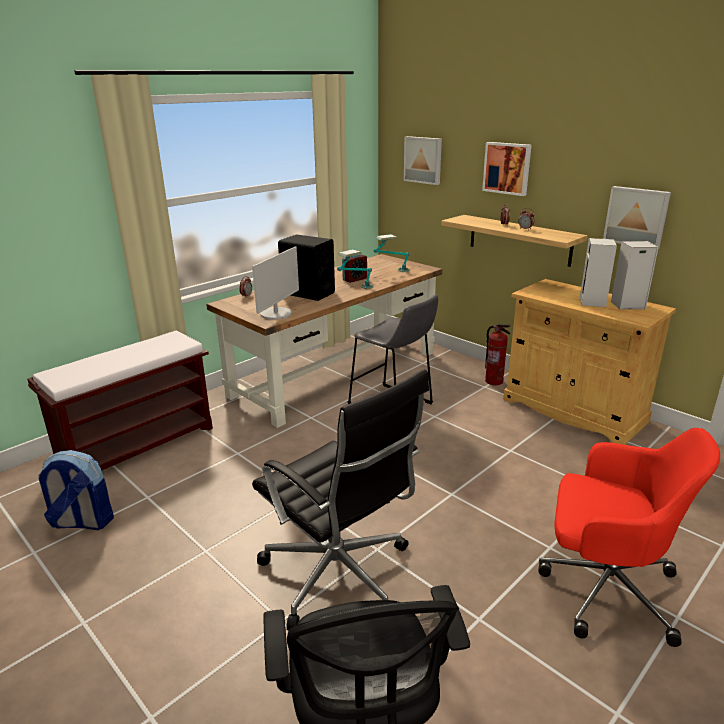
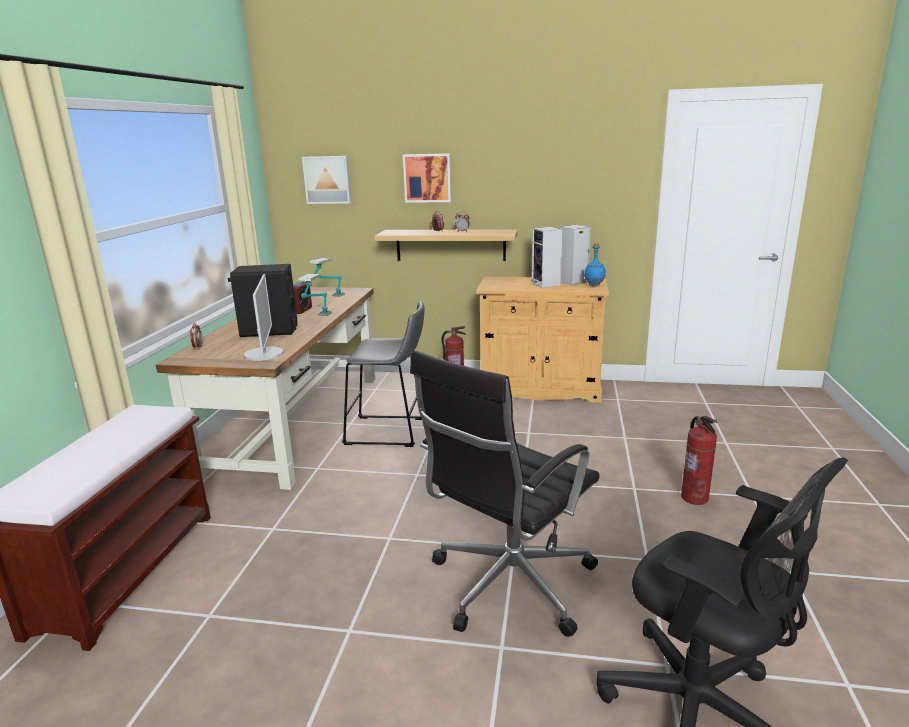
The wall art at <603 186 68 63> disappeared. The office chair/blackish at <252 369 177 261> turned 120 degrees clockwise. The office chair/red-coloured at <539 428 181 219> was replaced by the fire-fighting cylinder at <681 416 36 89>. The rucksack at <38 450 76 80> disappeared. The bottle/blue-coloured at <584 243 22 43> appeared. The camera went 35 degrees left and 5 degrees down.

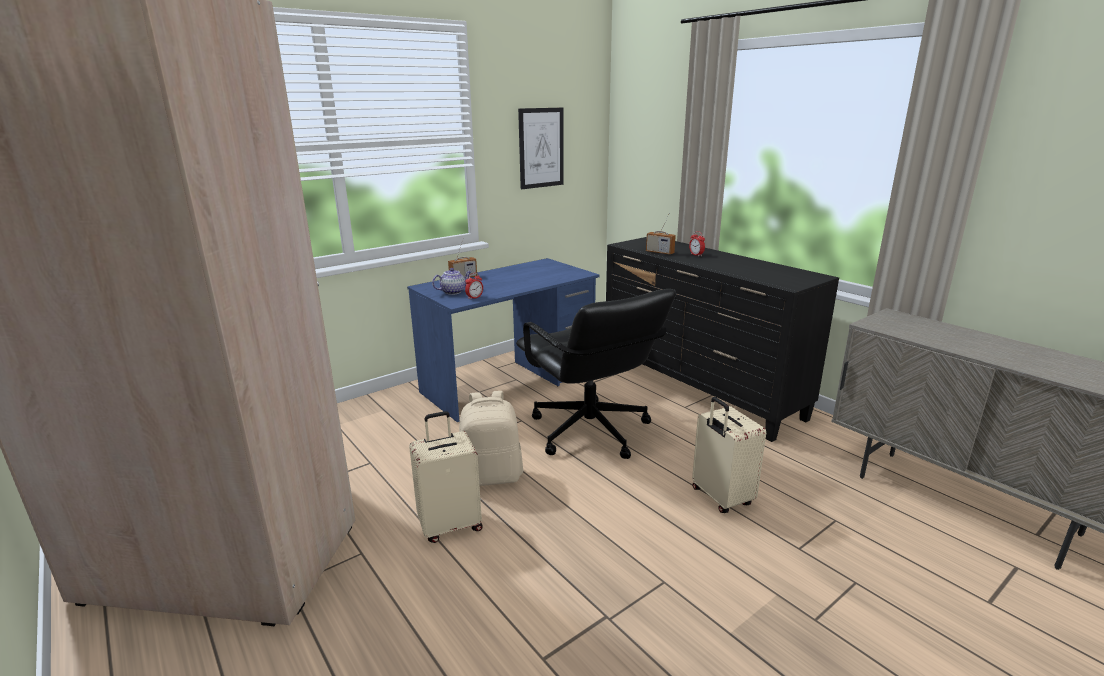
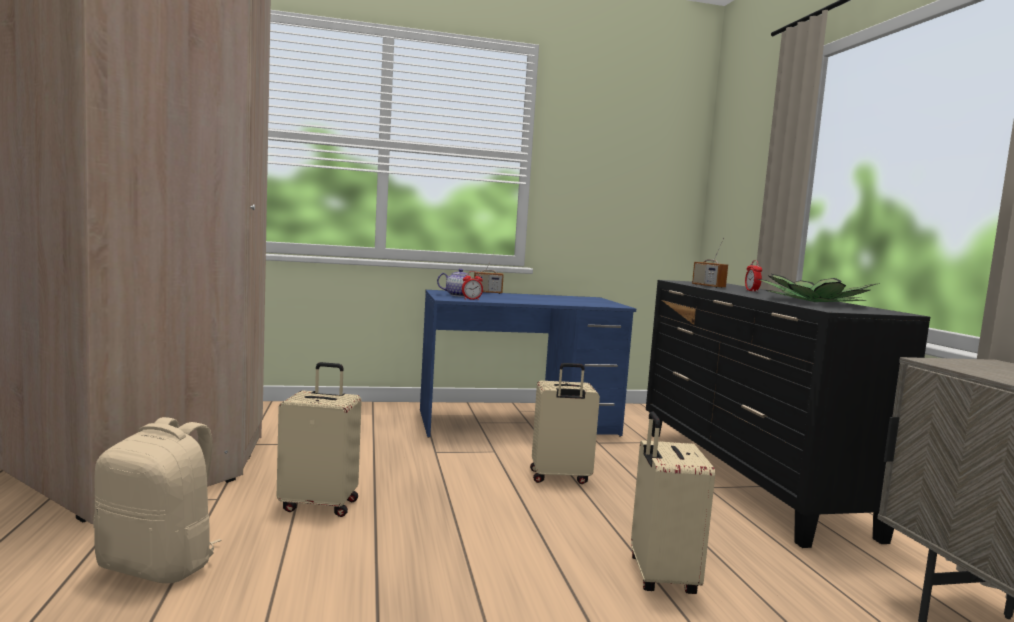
The wall art at <518 108 46 81> disappeared. The office chair/blackish at <516 289 160 170> was replaced by the travel case/sand-coloured at <530 363 70 121>. The rucksack/sand-coloured moved from <459 391 64 95> to <93 417 129 167>. The houseplant at <758 274 122 28> appeared. The camera went 25 degrees right and 15 degrees down.

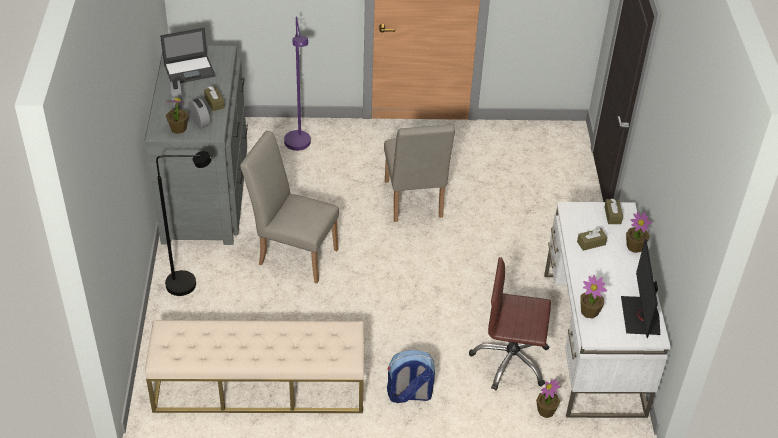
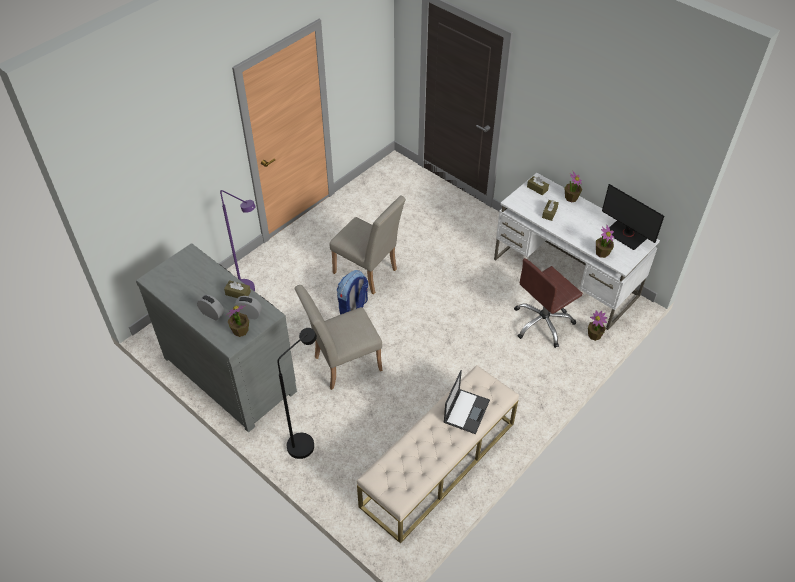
The portable computer moved from <160 27 56 56> to <443 370 47 64>. The rucksack moved from <387 350 48 53> to <337 270 31 45>. The camera went 45 degrees left and 5 degrees up.

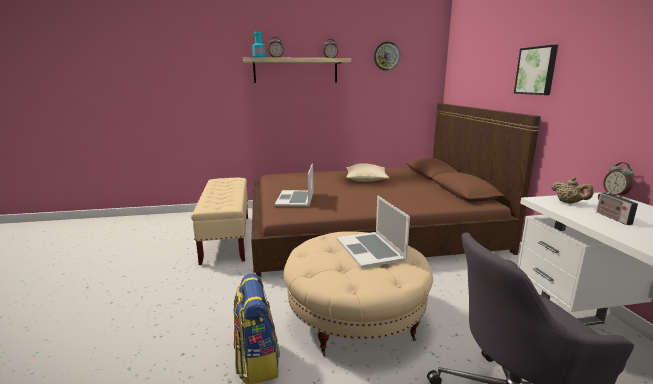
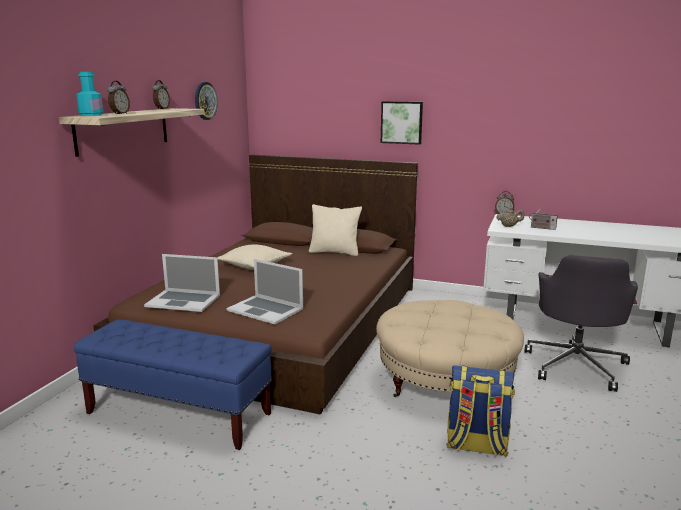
The long seat/sand-coloured at <191 178 57 87> became the long seat/blue-coloured at <74 319 198 131>. The portable computer moved from <337 195 73 73> to <144 254 76 58>. The cushion/sand-coloured at <309 204 53 52> appeared. The camera went 60 degrees left and 0 degrees up.

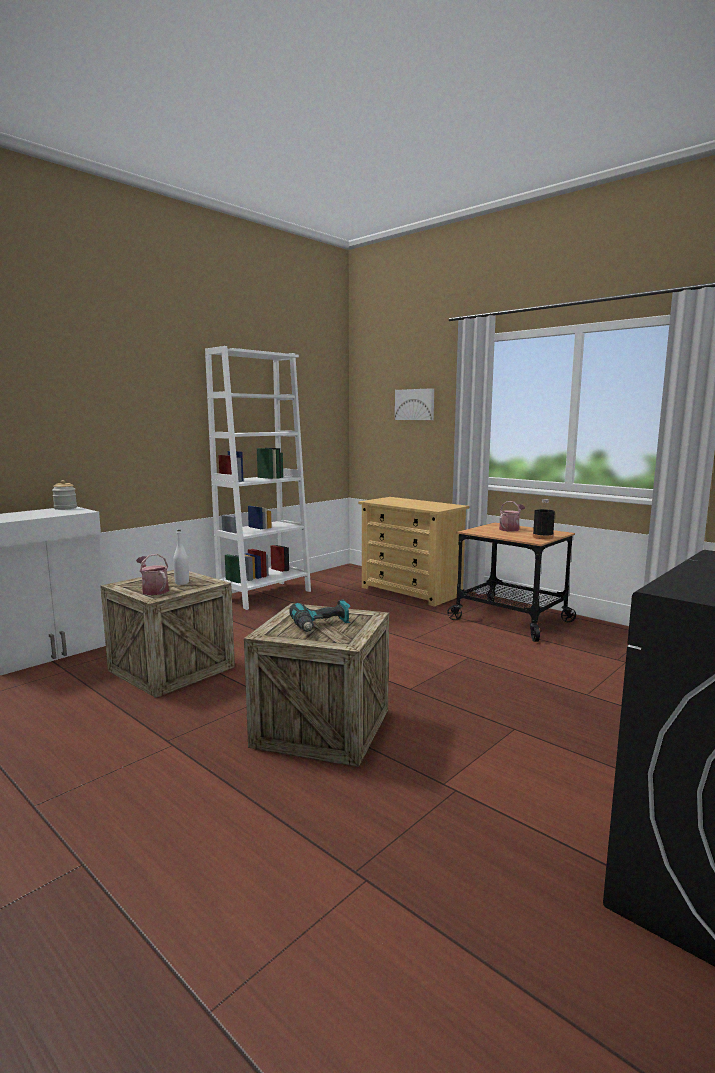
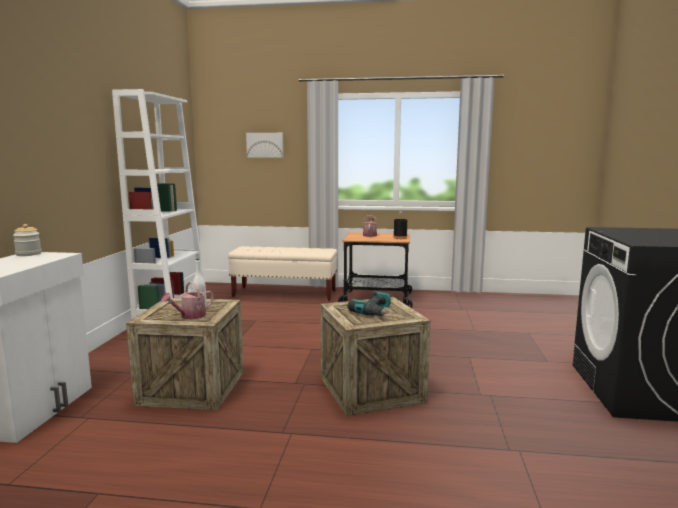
The chest of drawers/sand-coloured at <358 497 111 110> was replaced by the long seat/sand-coloured at <228 246 109 55>. The watering can at <136 554 33 41> turned 60 degrees counterclockwise. The camera went 35 degrees left and 0 degrees up.

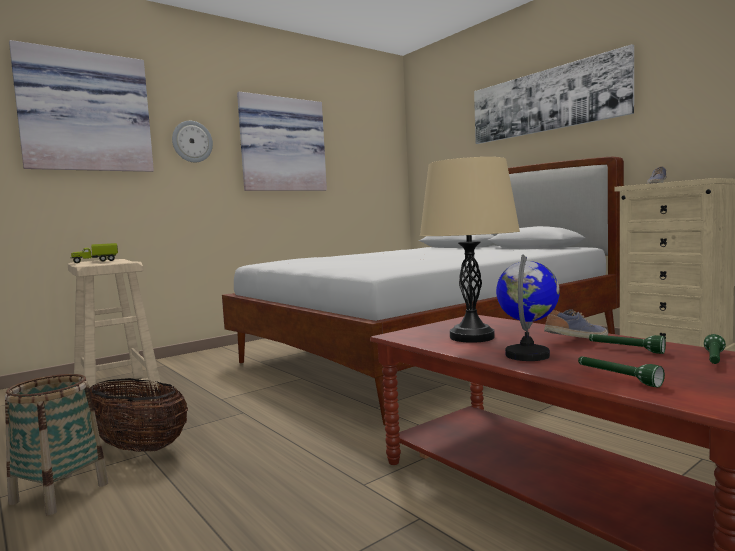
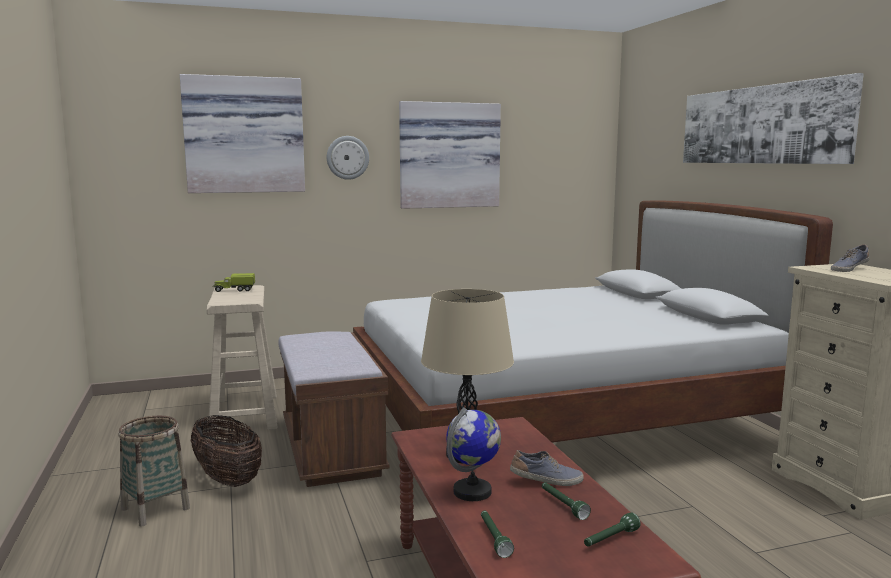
The long seat/brown-coloured at <278 331 112 156> appeared. The camera went 20 degrees right and 5 degrees up.

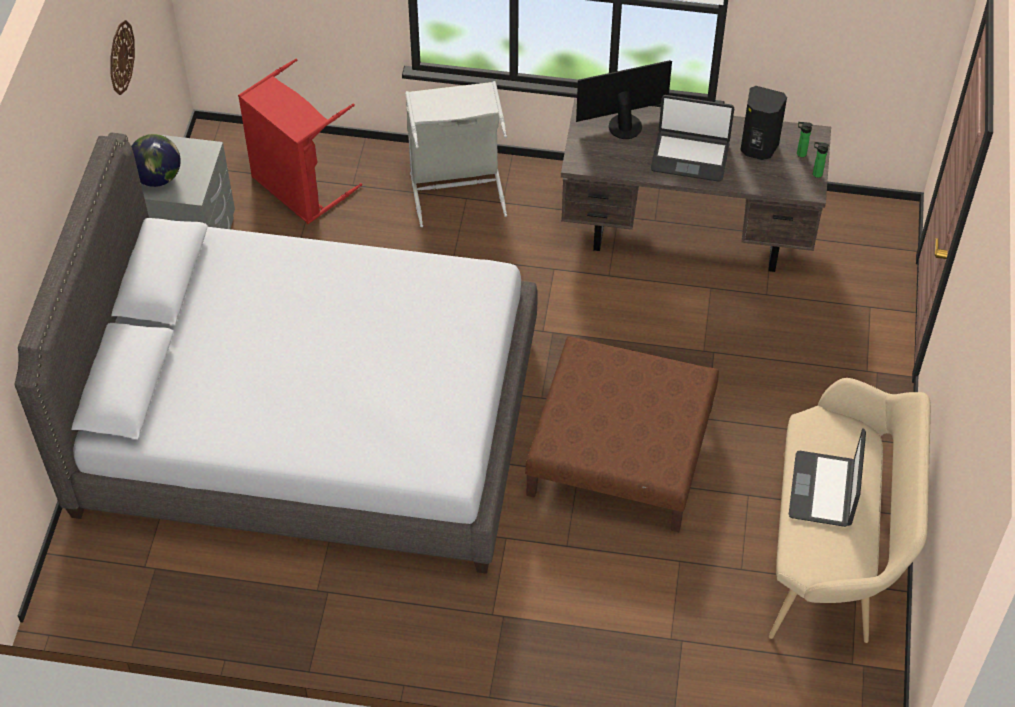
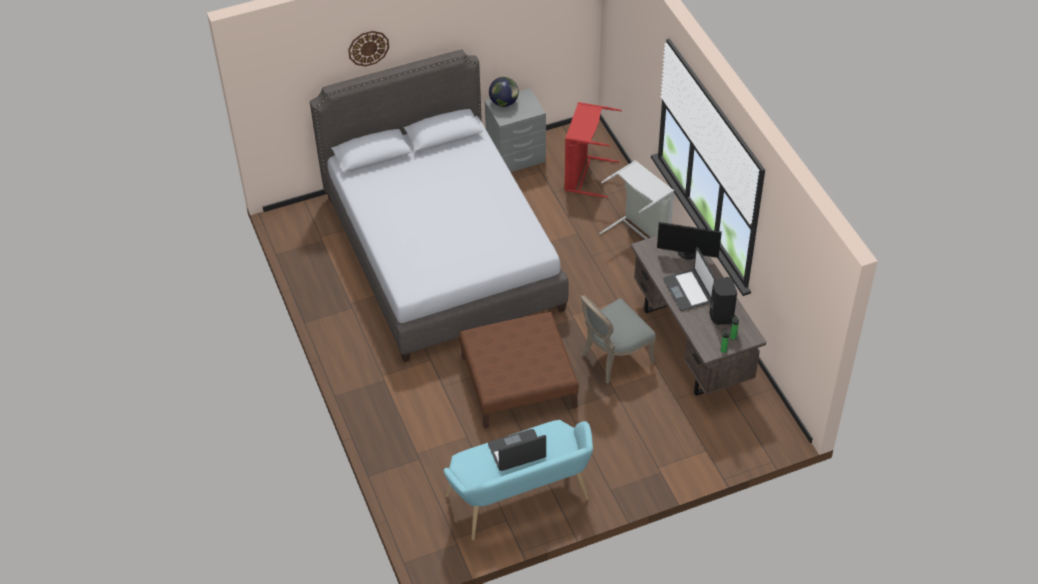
The hanging clock moved from <110 20 25 75> to <348 31 41 36>. The computer screen at <576 60 96 79> turned 150 degrees clockwise. The long seat/sand-coloured at <769 378 162 265> became the long seat/blue-green at <444 420 149 120>. The plain chair/grey at <580 294 76 90> appeared. The camera went 60 degrees right and 5 degrees down.

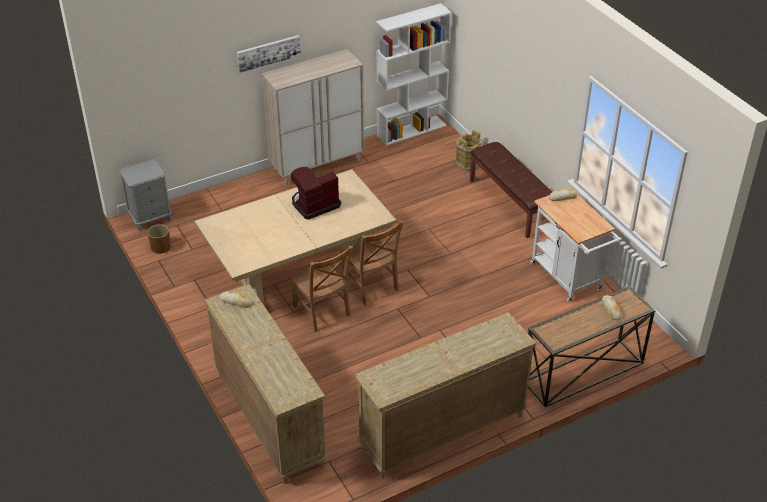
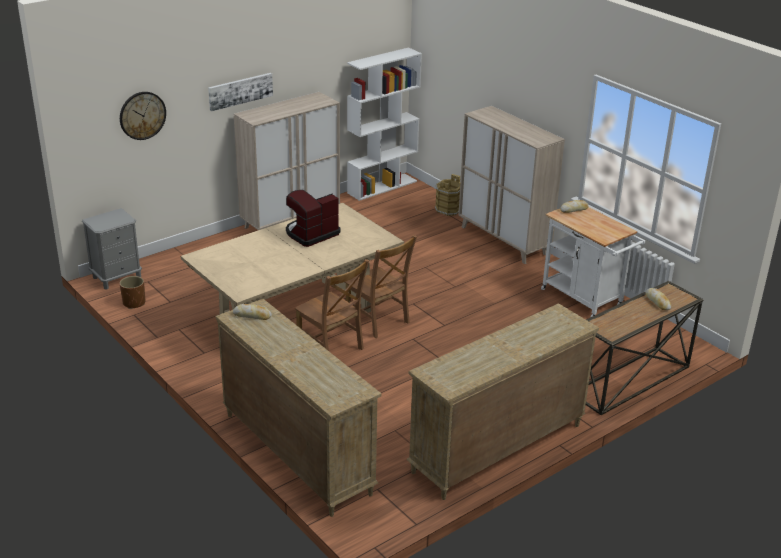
The long seat/brown-coloured at <470 142 82 96> was replaced by the storage cabinet/sand-coloured at <458 106 107 158>. The hanging clock at <120 92 46 48> appeared. The camera went 10 degrees left and 10 degrees down.

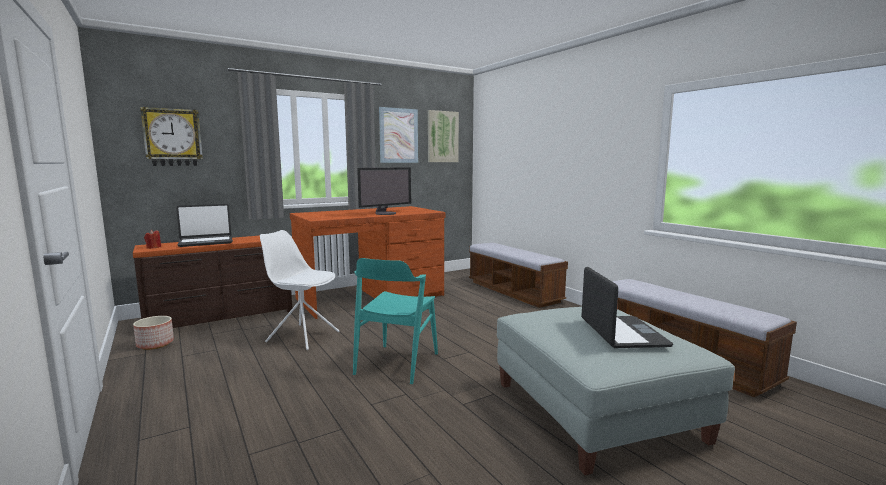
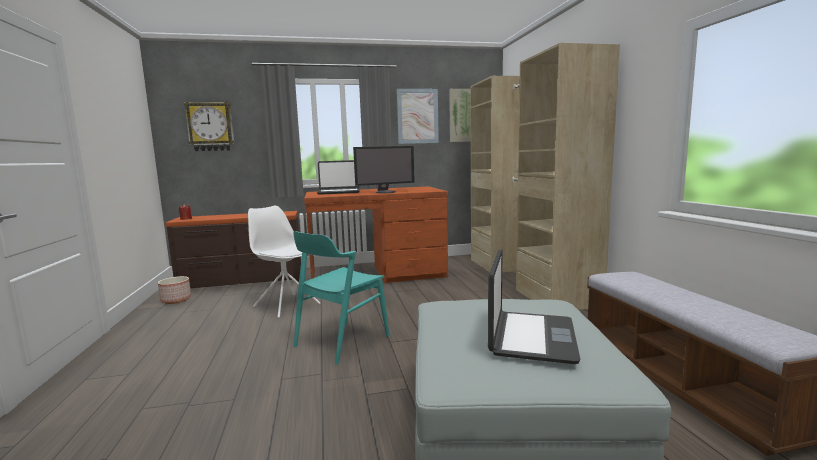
The portable computer moved from <176 204 57 43> to <317 160 42 35>. The long seat at <469 243 99 65> was replaced by the clothes cupboard/sand-coloured at <471 43 149 267>. The camera went 20 degrees right and 0 degrees up.

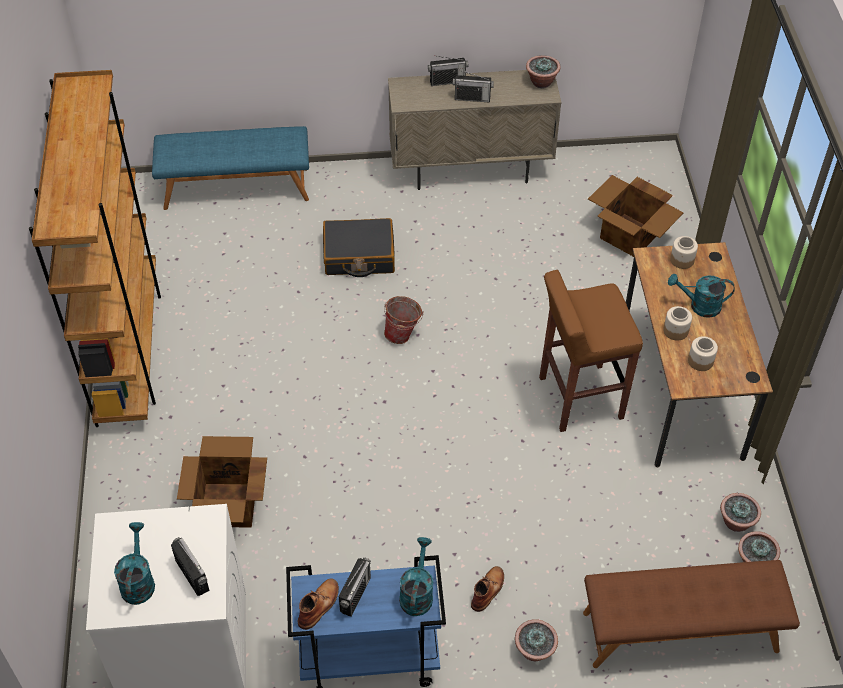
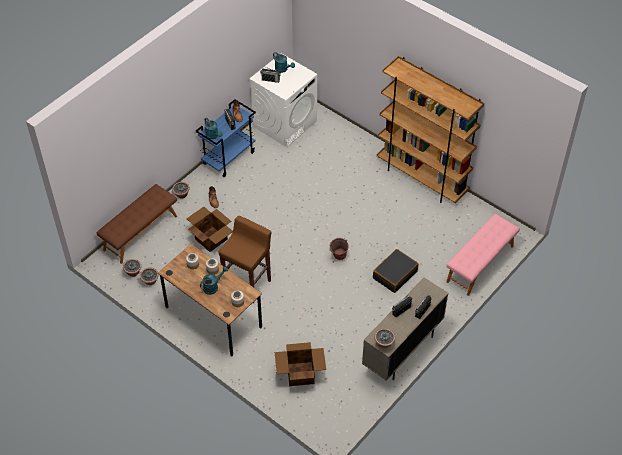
The long seat/blue-coloured at <152 126 157 84> became the long seat/pink-coloured at <446 214 74 82>. The packing box moved from <177 436 90 92> to <187 207 46 45>. The camera went 135 degrees right and 0 degrees up.

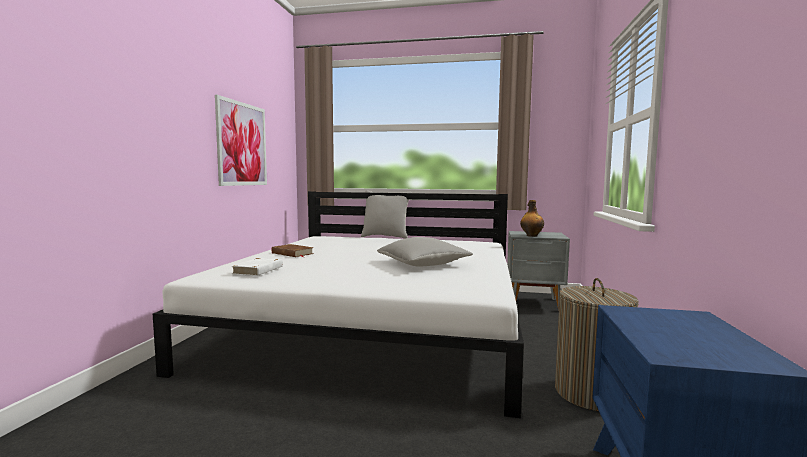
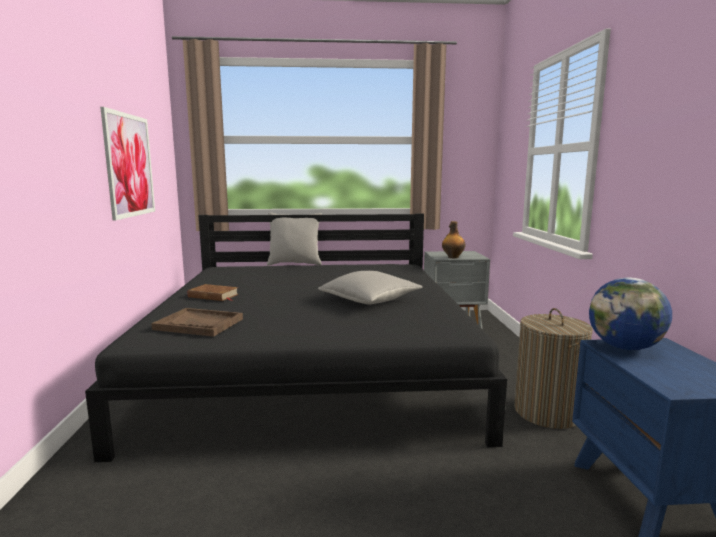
The bedroom bed/white-coloured at <153 191 371 227> became the bedroom bed/blackish at <85 214 422 248>. The bound book/white-coloured at <232 258 51 18> was replaced by the serving tray/brown-coloured at <151 308 92 29>. The world globe at <589 277 83 73> appeared. The camera went 15 degrees left and 5 degrees up.

